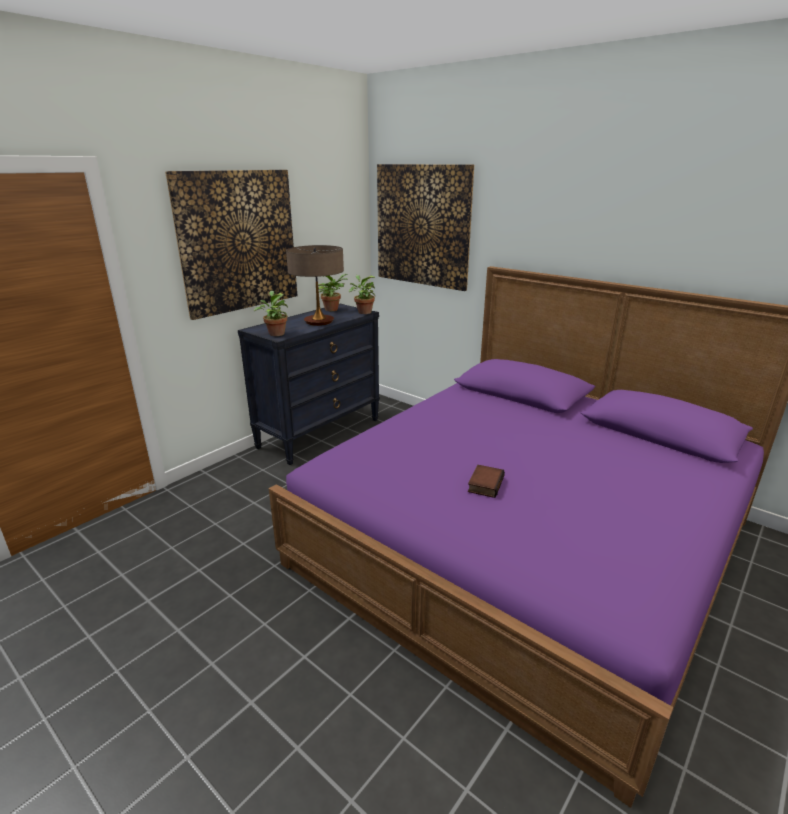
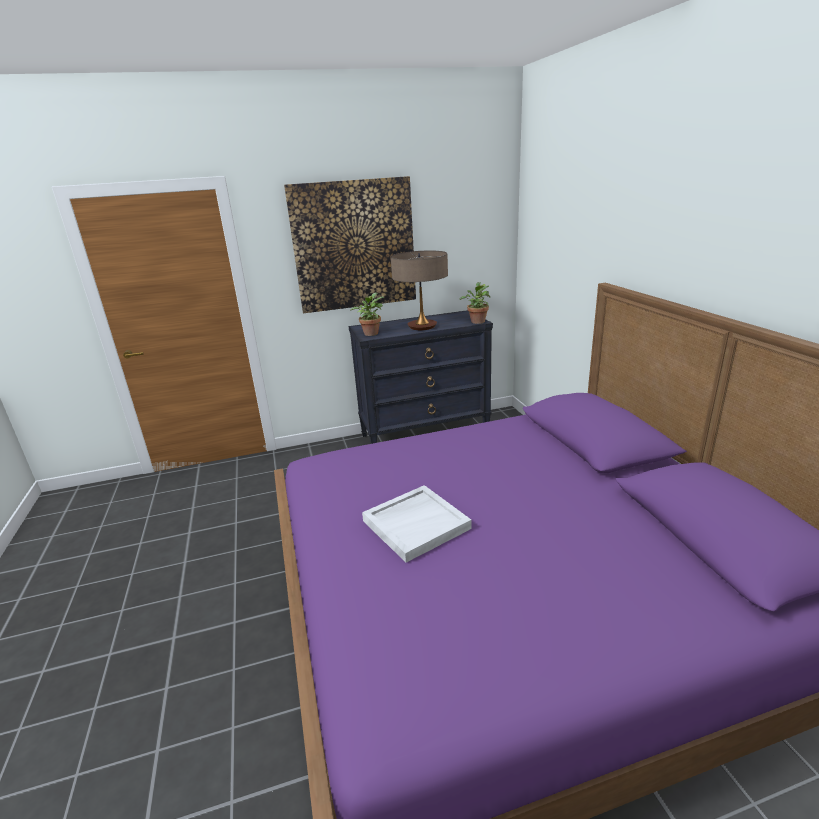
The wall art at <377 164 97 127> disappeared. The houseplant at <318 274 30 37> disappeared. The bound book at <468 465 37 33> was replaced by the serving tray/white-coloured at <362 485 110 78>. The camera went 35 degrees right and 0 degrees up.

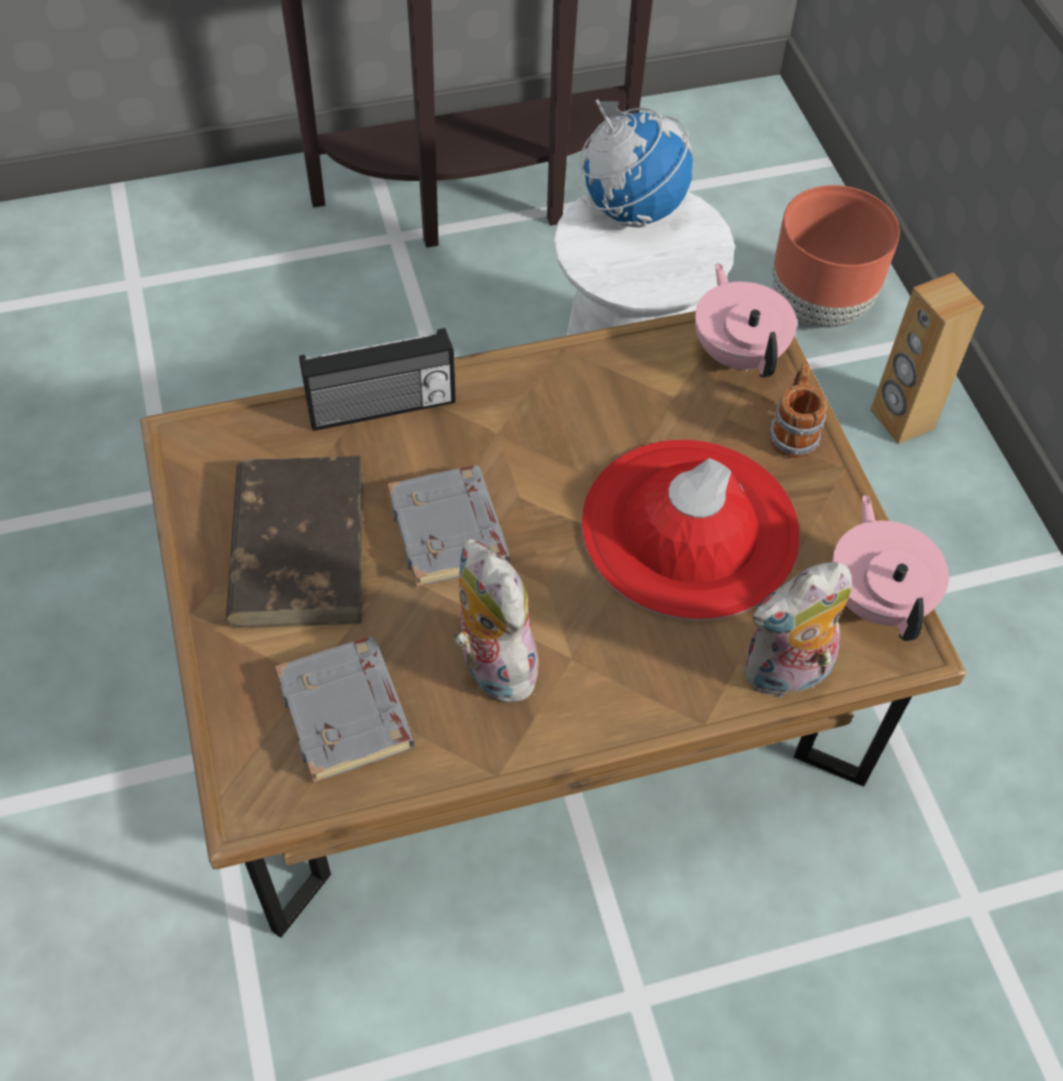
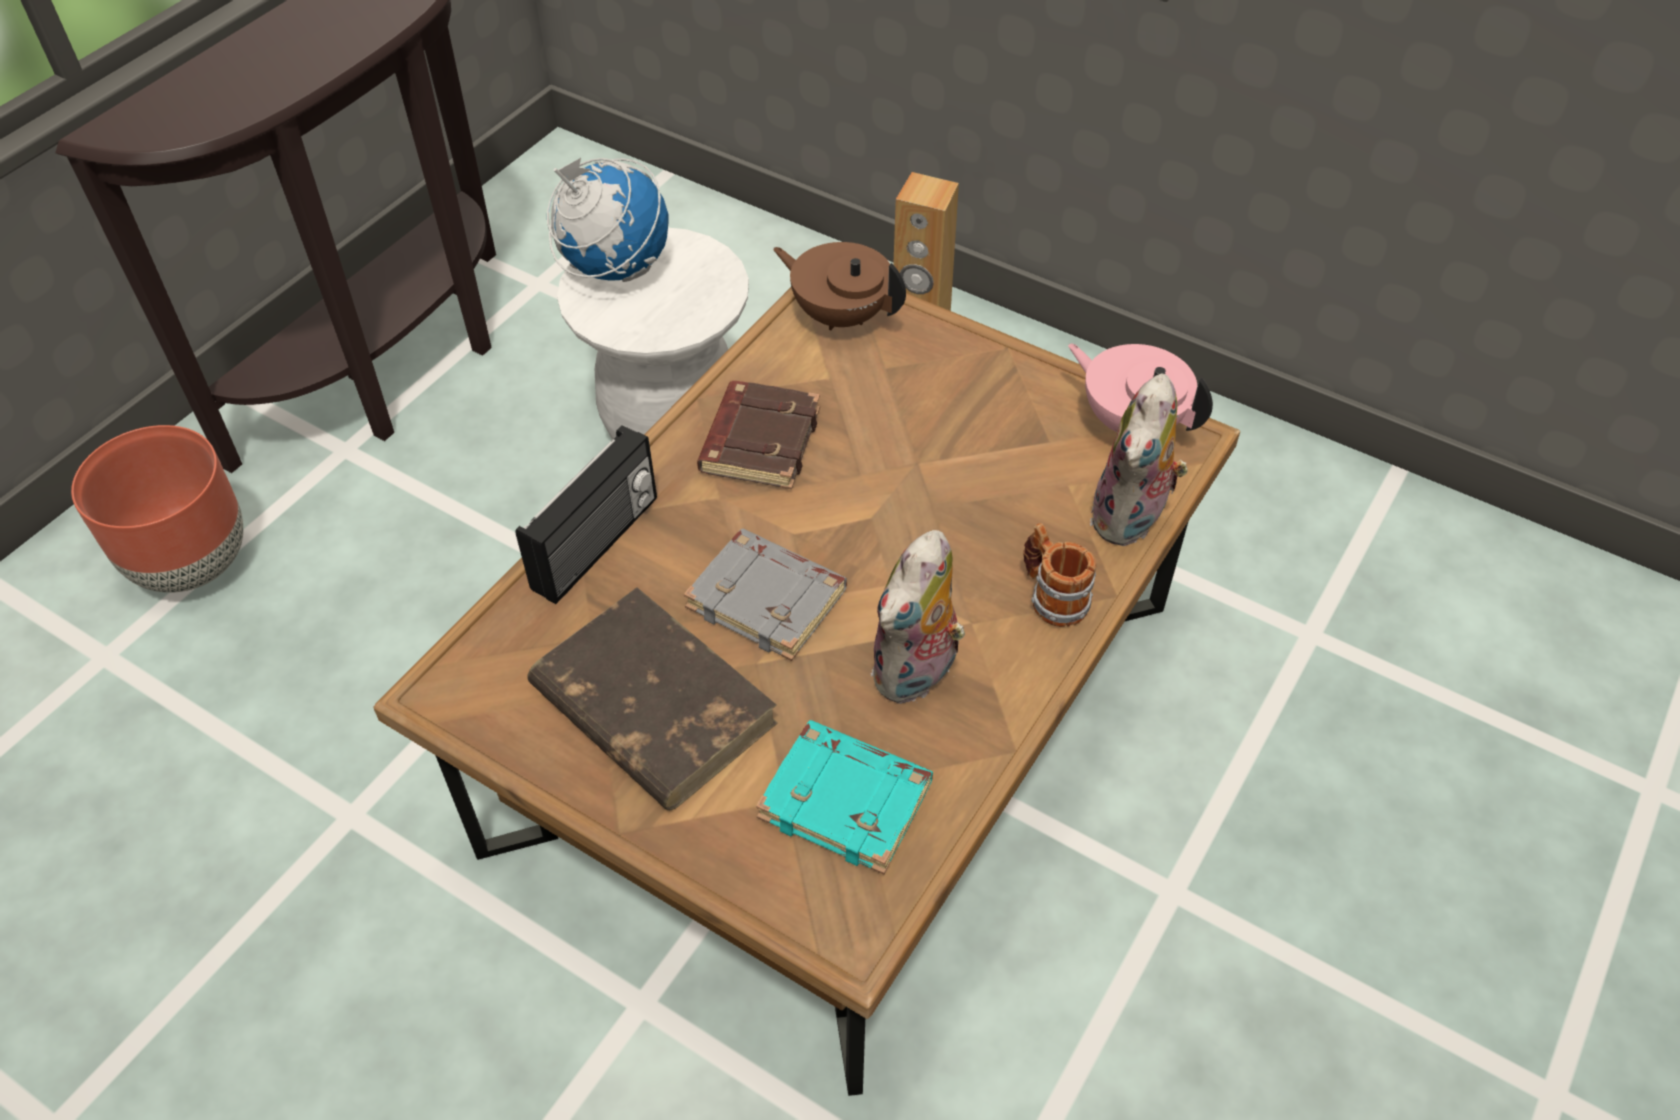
The flower pot/brown-coloured moved from <773 185 127 143> to <71 425 172 168>. The tea pot/pink-coloured at <695 263 102 114> became the tea pot/brown-coloured at <773 242 133 88>. The tea mug moved from <769 363 58 95> to <1023 523 73 104>. The hat/red-coloured at <581 439 219 181> disappeared. The soft toy at <454 539 89 164> turned 75 degrees counterclockwise. The bound book/grey at <275 637 140 146> became the bound book/blue-green at <756 720 177 154>. The bound book/brown-coloured at <697 381 123 108> appeared. The camera went 40 degrees left and 5 degrees down.

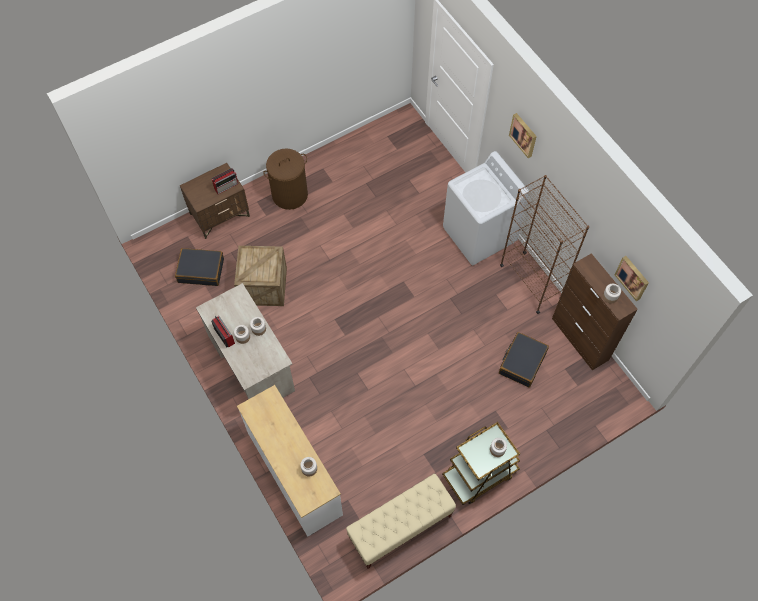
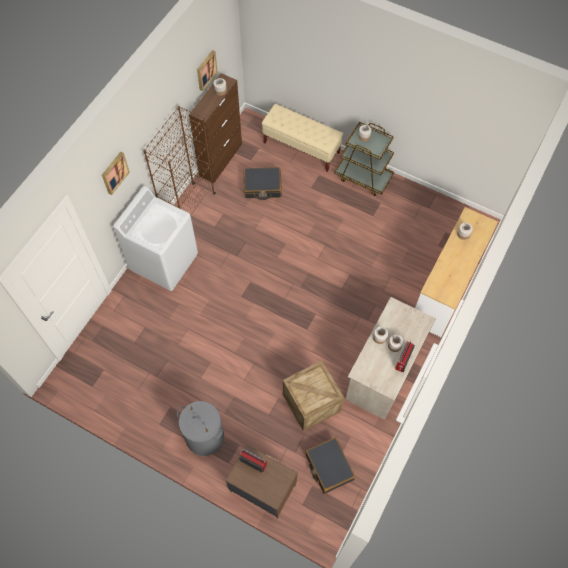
The washing basket/brown-coloured at <263 149 45 61> became the washing basket/grey at <177 401 47 55>. The long seat/sand-coloured moved from <346 474 110 95> to <262 104 81 68>. The camera went 120 degrees left and 0 degrees up.

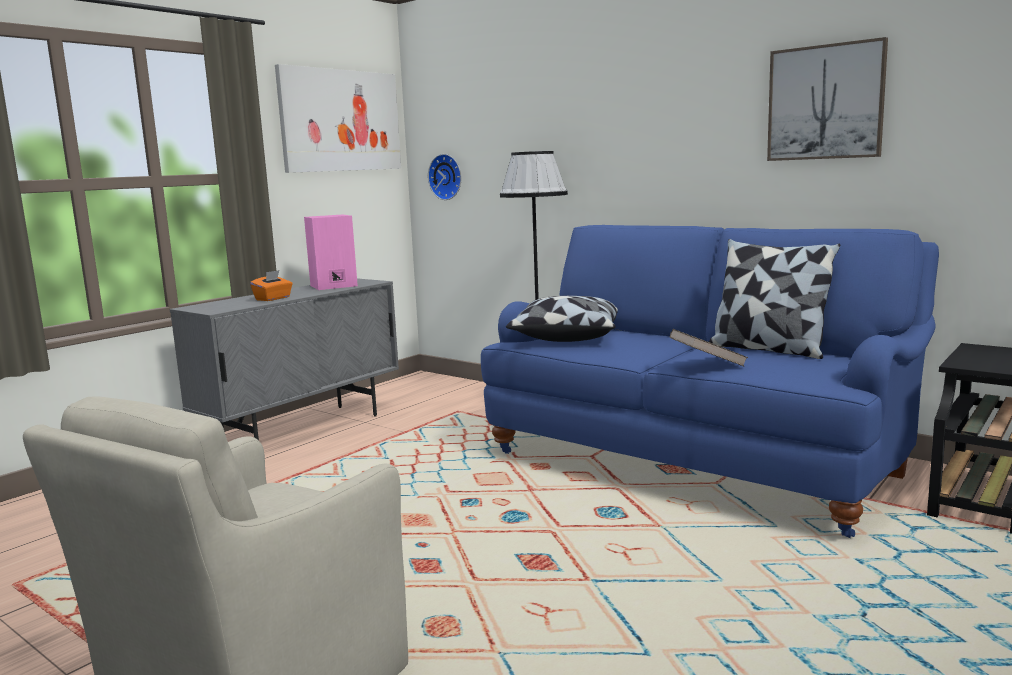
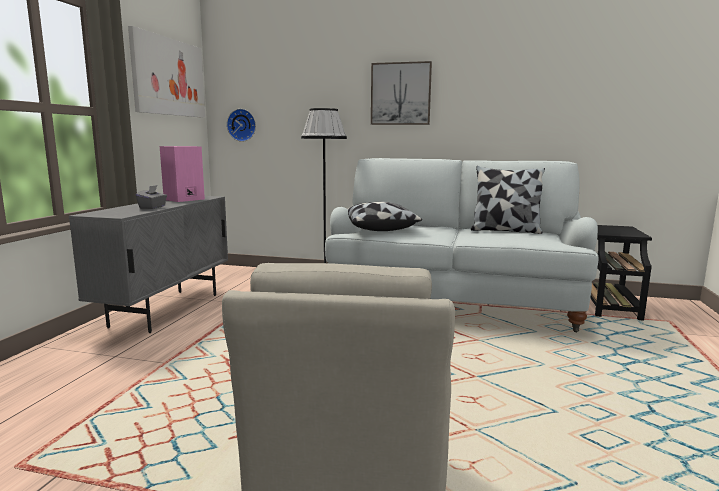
The wall art moved from <767 37 121 124> to <371 61 61 64>. The couch/blue-coloured at <481 225 458 313> became the couch/white-coloured at <325 158 274 174>. The tissue box/orange-coloured at <250 270 43 31> became the tissue box/grey at <136 185 31 24>. The bound book/brown-coloured at <670 329 78 37> disappeared. The camera went 25 degrees left and 0 degrees up.

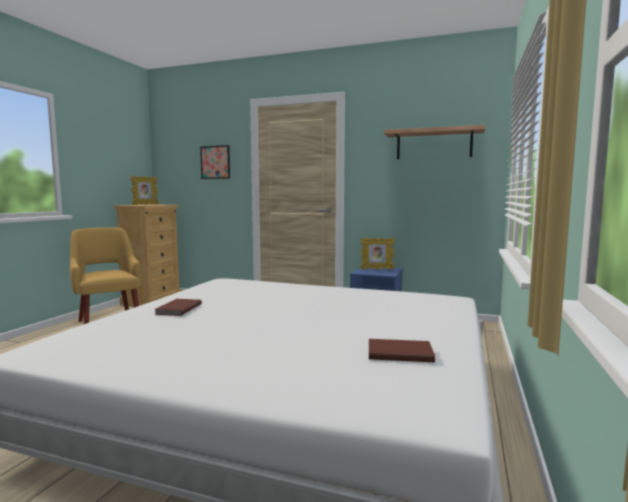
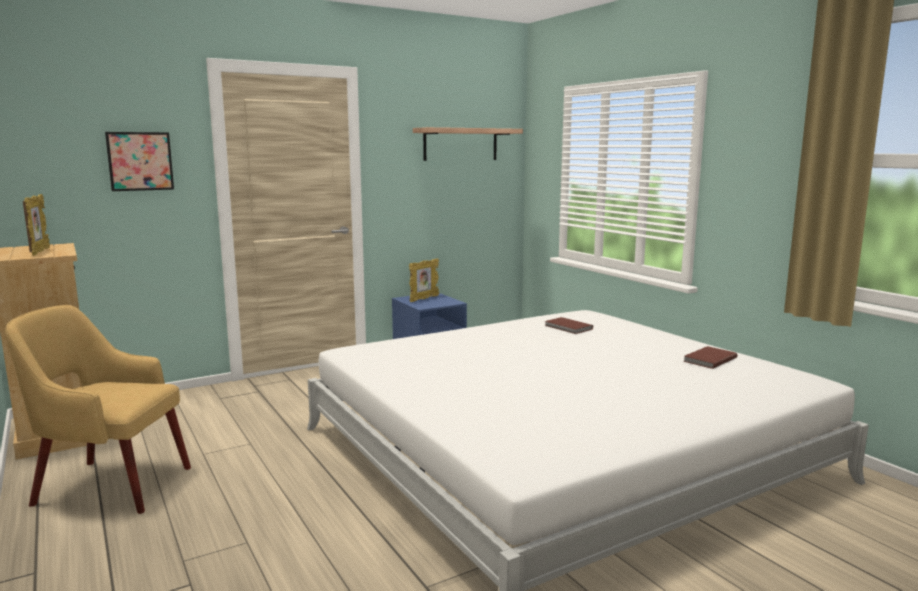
The bound book/brown-coloured moved from <154 299 48 17> to <545 317 48 17>. The camera went 50 degrees left and 5 degrees up.

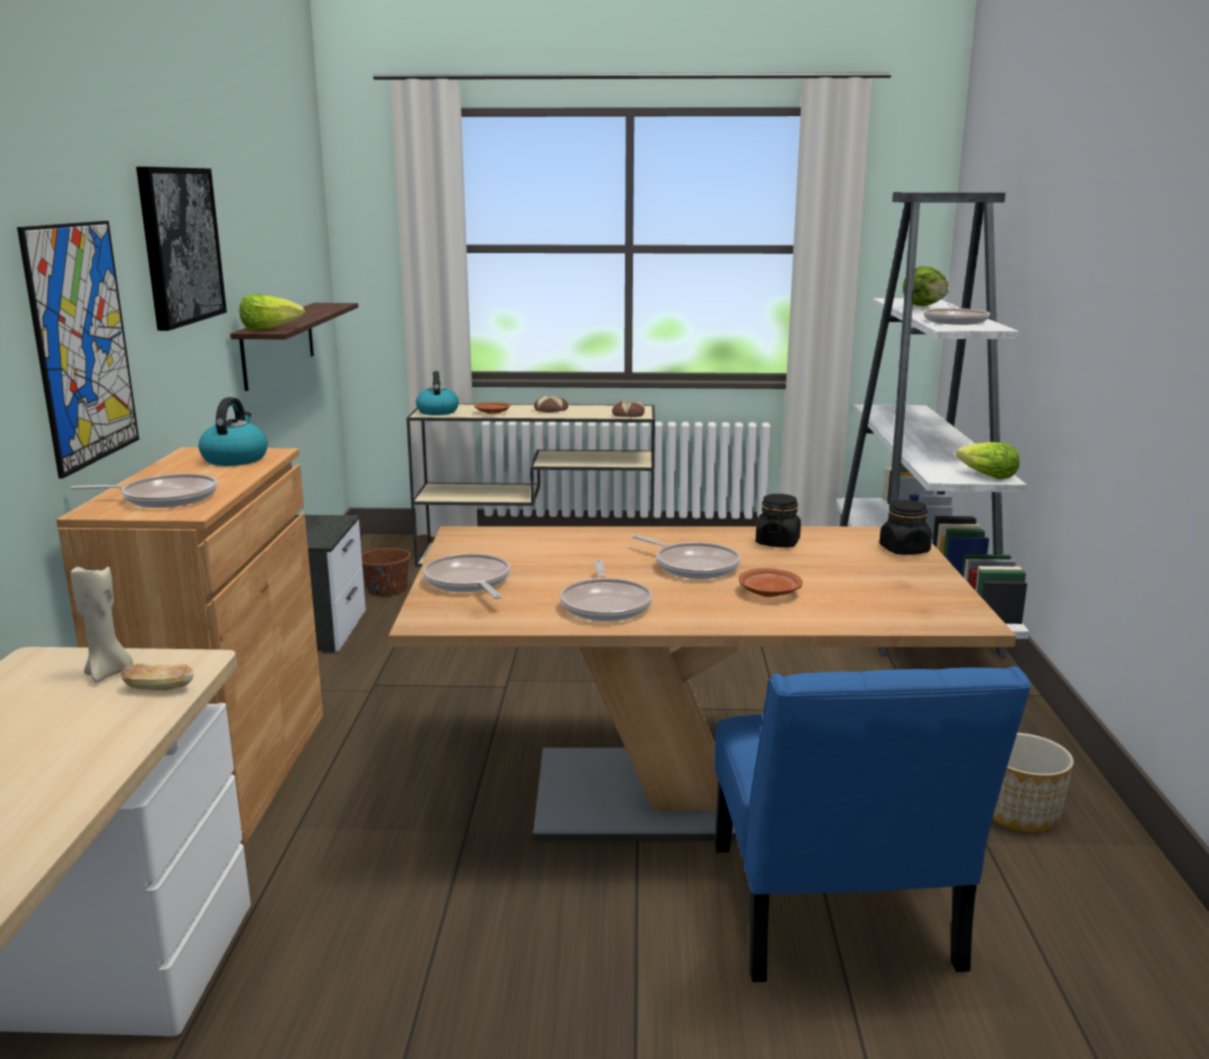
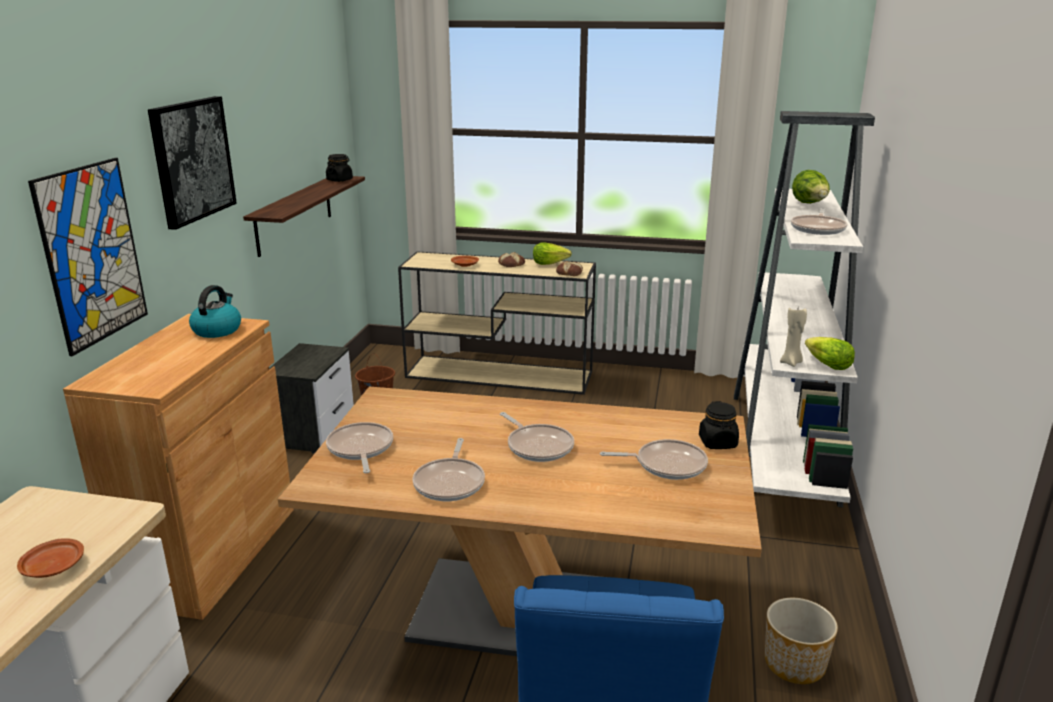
The lettuce head moved from <239 294 66 36> to <533 242 39 23>. The water kettle at <416 371 43 44> disappeared. The skillet moved from <70 473 148 35> to <600 439 108 41>. The preserve jar/blackish moved from <756 494 45 53> to <326 154 27 28>. The wax candle/sand-coloured moved from <71 563 62 119> to <780 308 27 59>. The flat dish/brown-coloured moved from <739 568 64 29> to <17 538 67 40>. The bread at <121 663 72 28> disappeared. The camera went 10 degrees right and 5 degrees up.

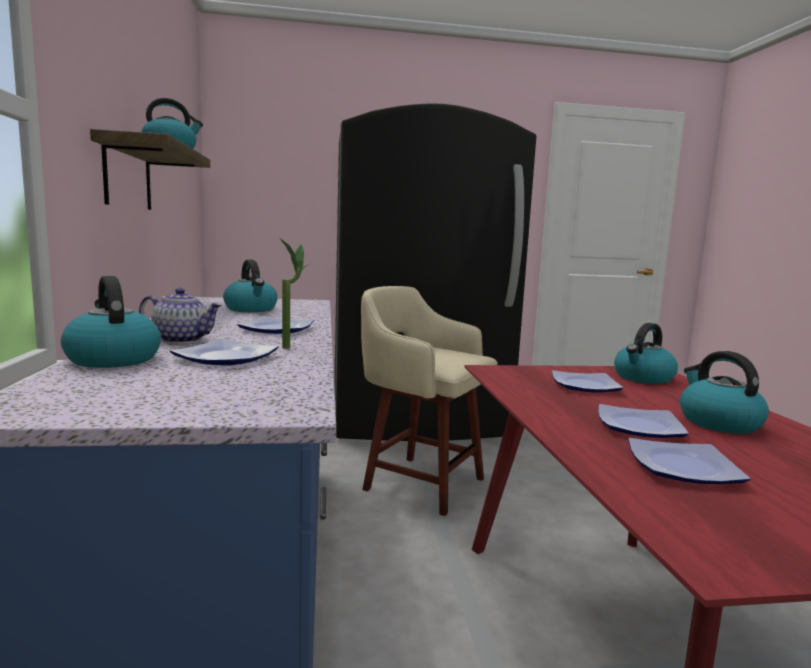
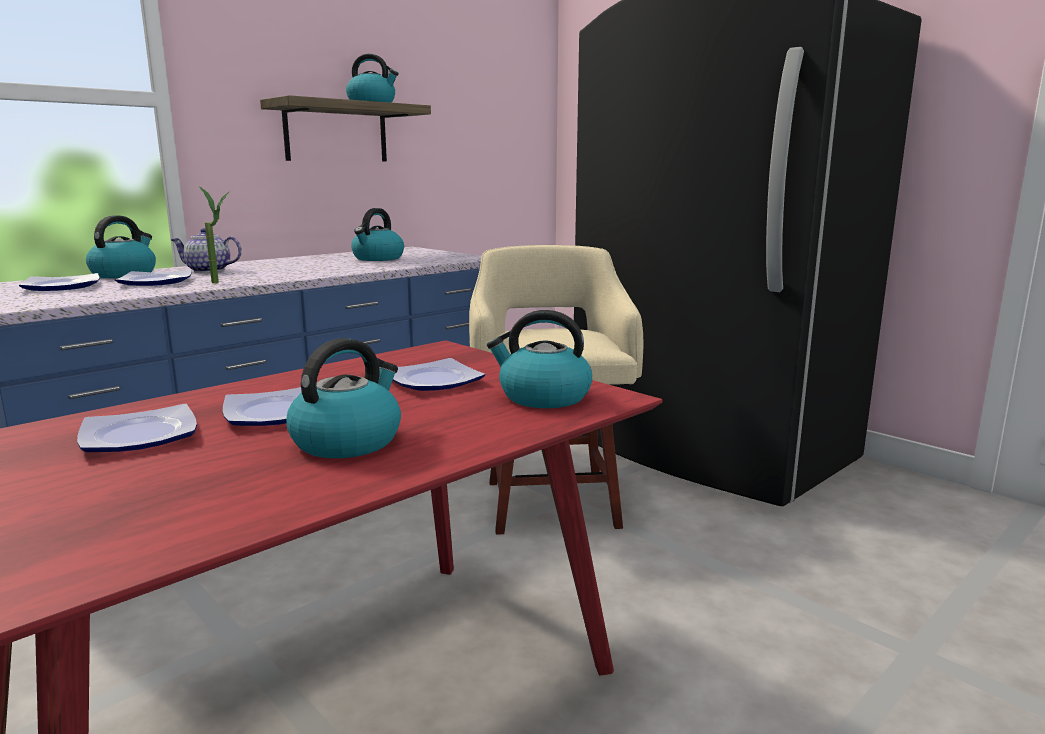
The tea pot at <139 288 83 56> turned 120 degrees clockwise. The flat dish moved from <237 316 77 18> to <19 273 81 18>. The camera went 55 degrees right and 5 degrees up.

